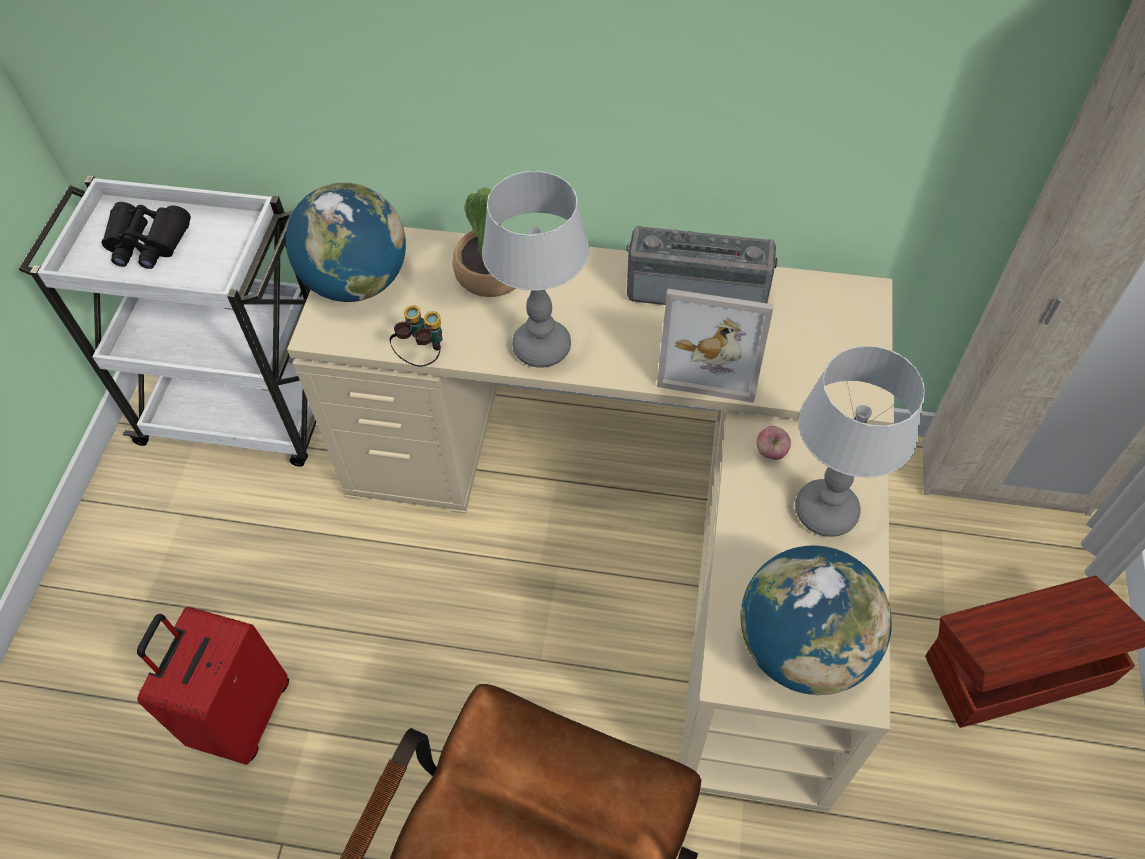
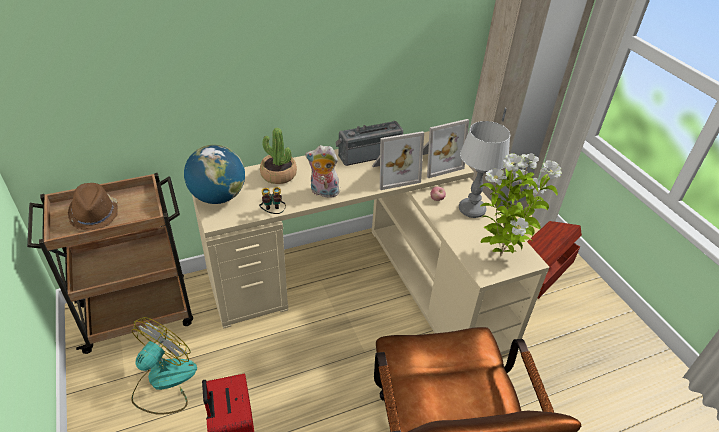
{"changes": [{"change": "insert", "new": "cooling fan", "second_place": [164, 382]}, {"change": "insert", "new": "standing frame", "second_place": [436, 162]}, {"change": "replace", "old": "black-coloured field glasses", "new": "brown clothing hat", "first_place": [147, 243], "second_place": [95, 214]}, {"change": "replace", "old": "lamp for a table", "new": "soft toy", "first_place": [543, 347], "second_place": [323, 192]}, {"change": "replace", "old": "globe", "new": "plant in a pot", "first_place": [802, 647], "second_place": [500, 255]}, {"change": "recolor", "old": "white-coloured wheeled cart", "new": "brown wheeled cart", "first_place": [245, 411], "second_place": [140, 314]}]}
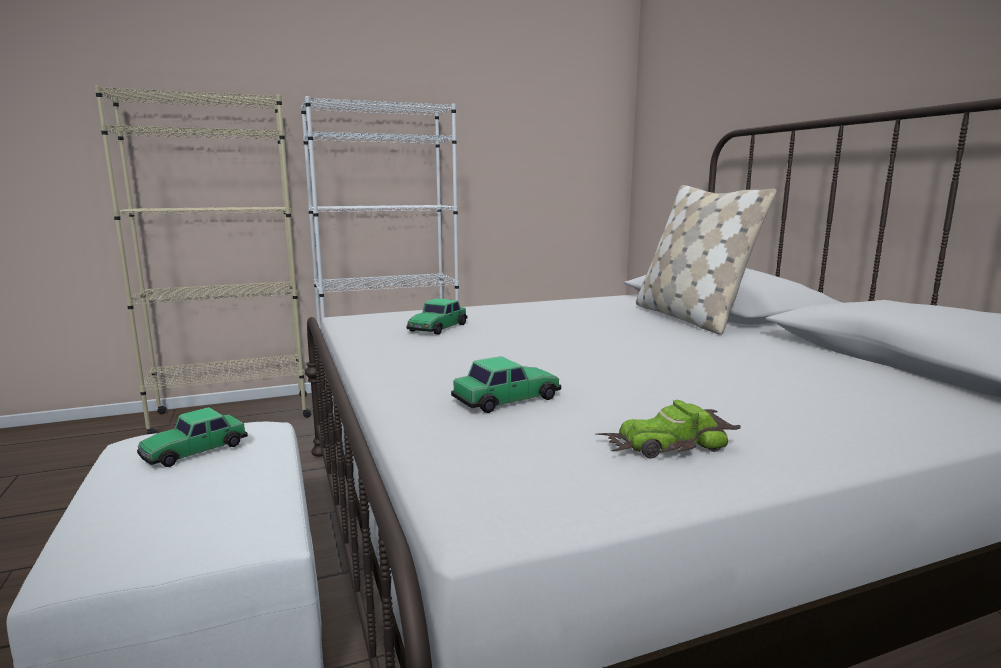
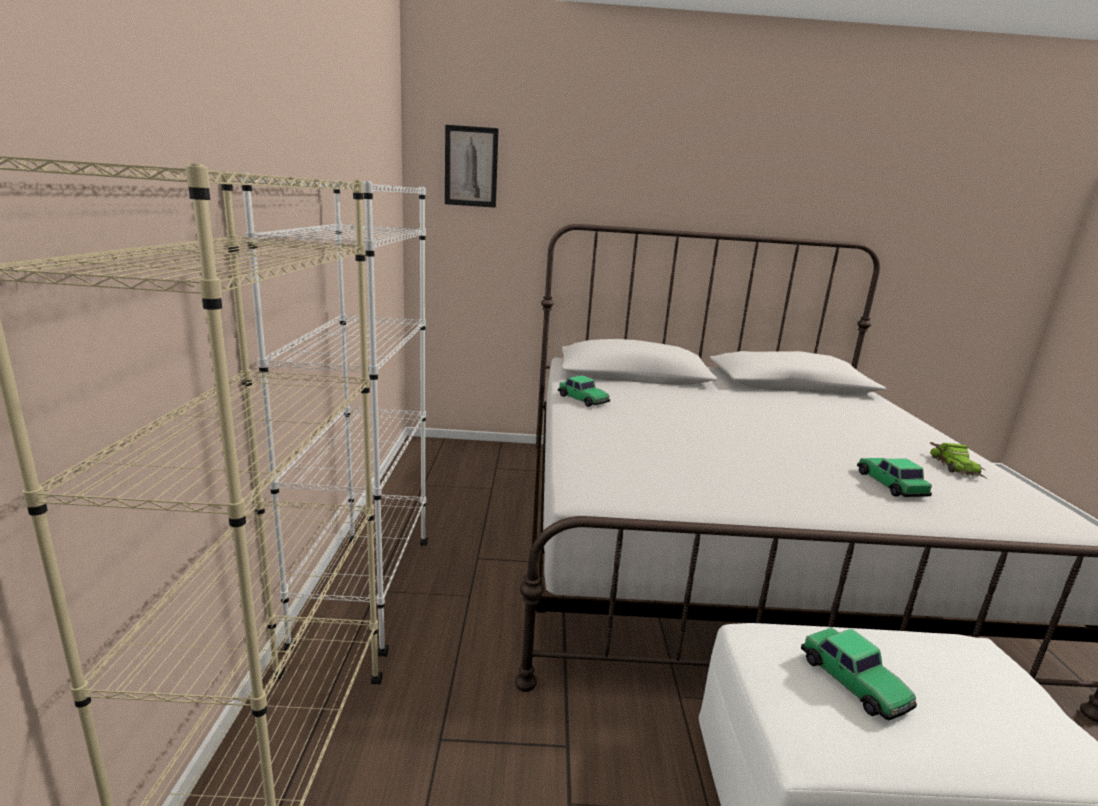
{"changes": [{"change": "delete", "old": "beige throw pillow", "first_place": [689, 318]}, {"change": "insert", "new": "wall picture", "second_place": [471, 167]}, {"change": "move", "old": "toy car", "first_place": [438, 328], "second_place": [583, 399]}]}
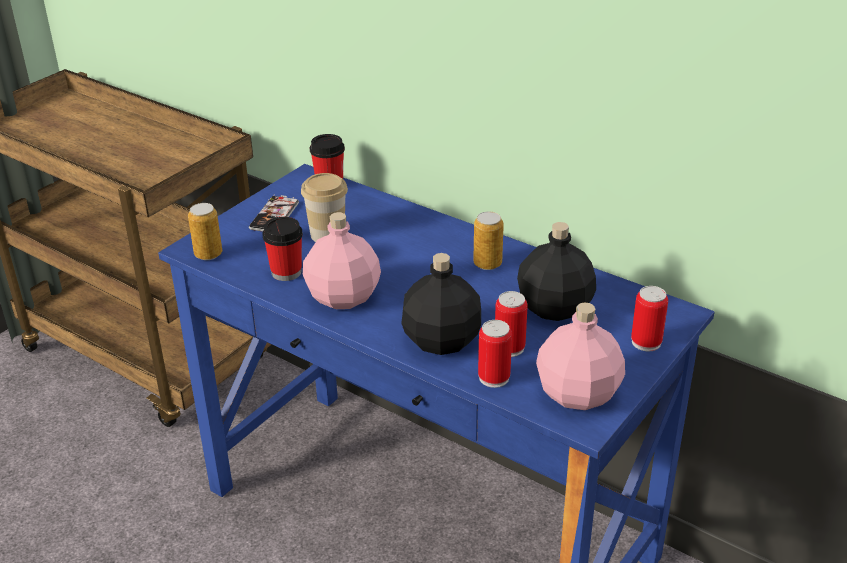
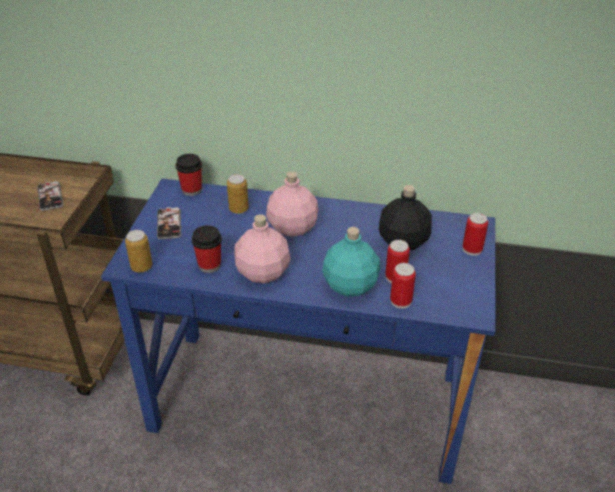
{"changes": [{"change": "delete", "old": "drinking cup", "first_place": [327, 234]}, {"change": "insert", "new": "phone", "second_place": [50, 196]}, {"change": "move", "old": "can", "first_place": [487, 264], "second_place": [238, 209]}, {"change": "move", "old": "pink-coloured drink bottle", "first_place": [578, 394], "second_place": [293, 228]}, {"change": "recolor", "old": "black-coloured drink bottle", "new": "turquoise-coloured drink bottle", "first_place": [441, 340], "second_place": [349, 285]}]}
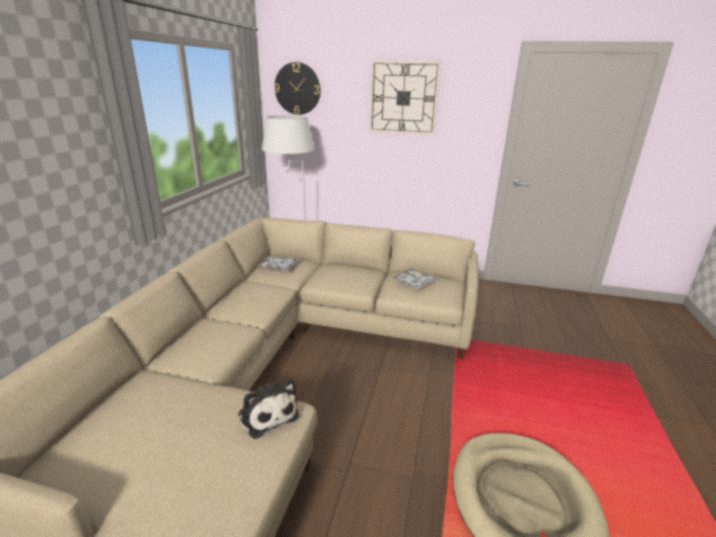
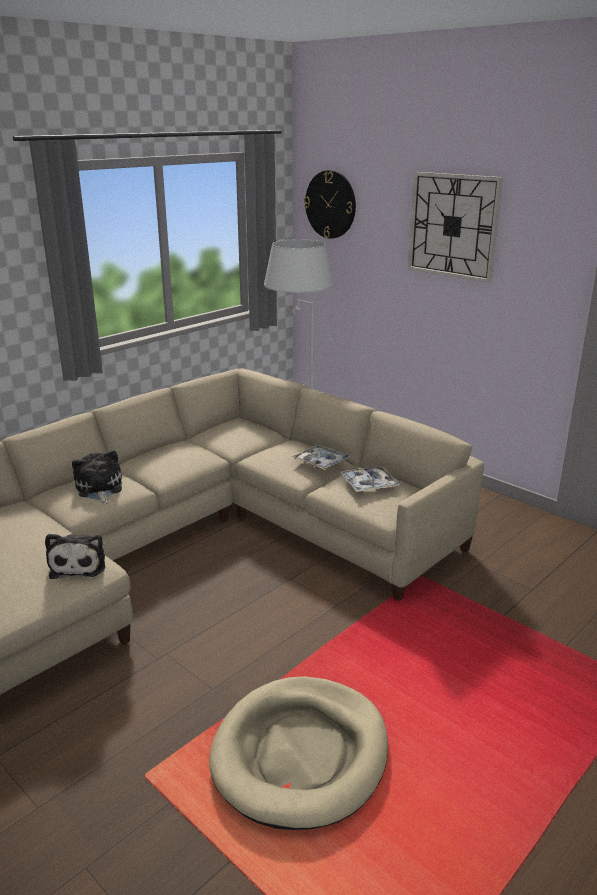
{"changes": [{"change": "insert", "new": "soft toy", "second_place": [99, 489]}, {"change": "move", "old": "serving tray", "first_place": [278, 267], "second_place": [321, 462]}]}
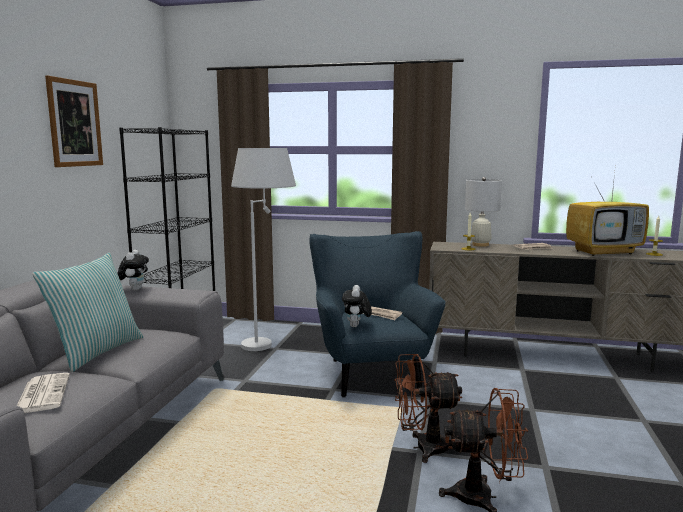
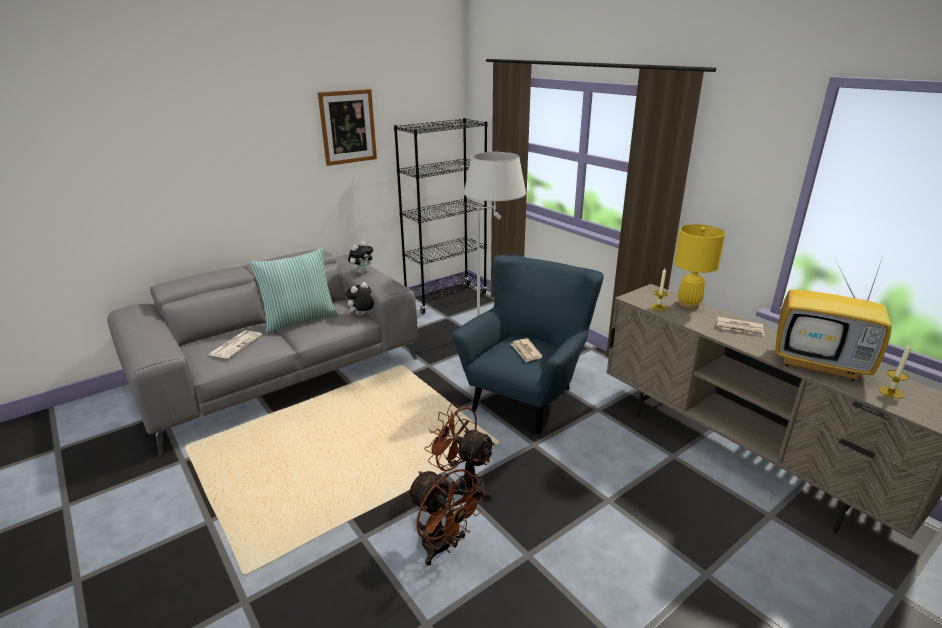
{"changes": [{"change": "move", "old": "soft toy", "first_place": [356, 326], "second_place": [361, 315]}, {"change": "recolor", "old": "white-coloured lamp for a table", "new": "yellow-coloured lamp for a table", "first_place": [480, 245], "second_place": [688, 304]}]}
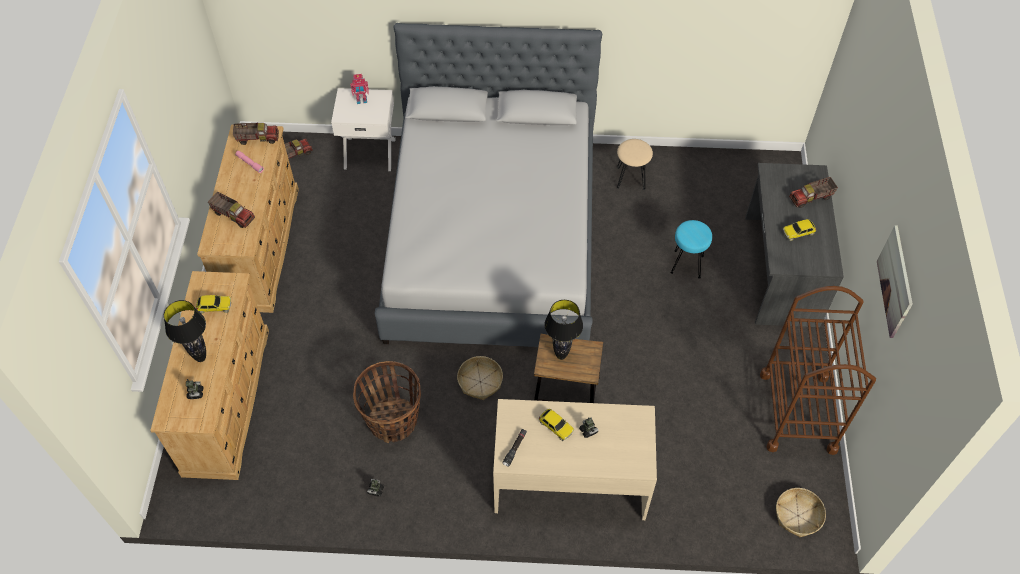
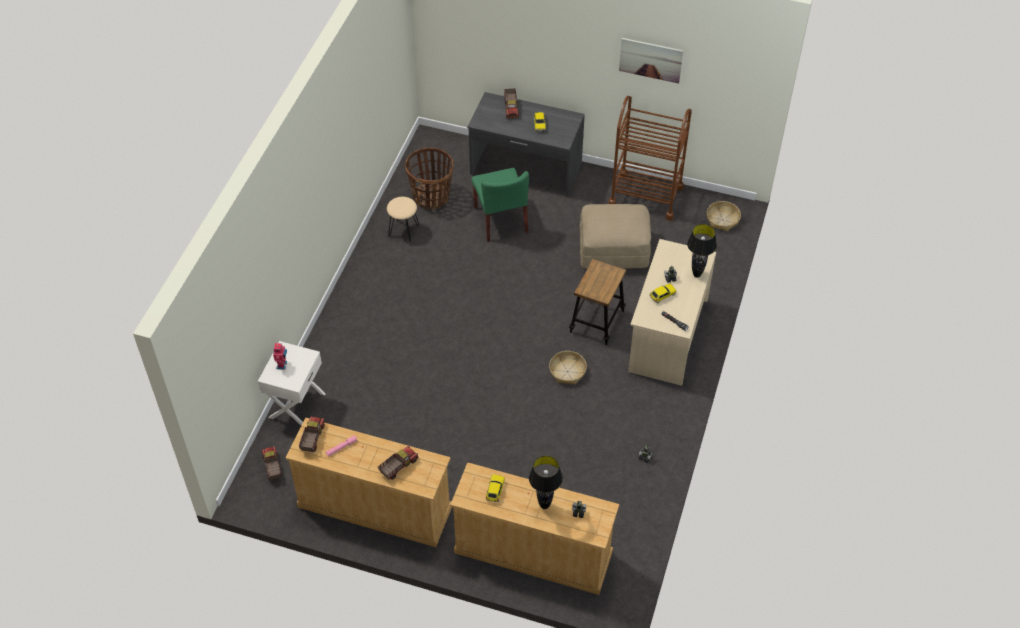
{"changes": [{"change": "delete", "old": "greyish sleeping bed", "first_place": [492, 239]}, {"change": "insert", "new": "beige ottoman", "second_place": [614, 249]}, {"change": "move", "old": "storage basket", "first_place": [393, 421], "second_place": [431, 197]}, {"change": "move", "old": "black-coloured lamp for a table", "first_place": [561, 355], "second_place": [696, 274]}, {"change": "replace", "old": "turquoise-coloured stool", "new": "greenish upright chair", "first_place": [686, 264], "second_place": [501, 220]}]}
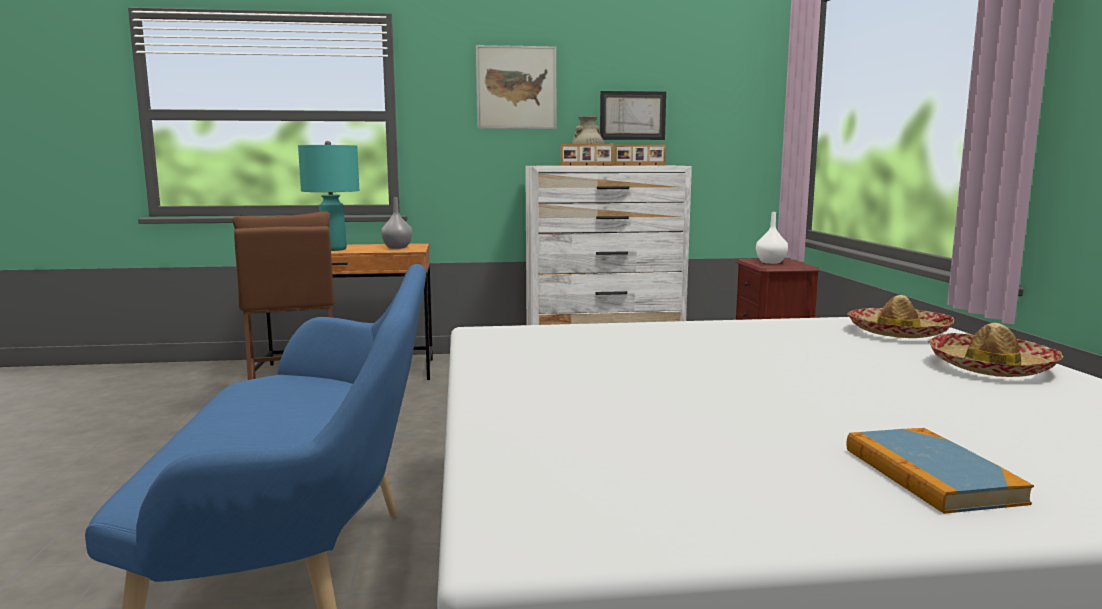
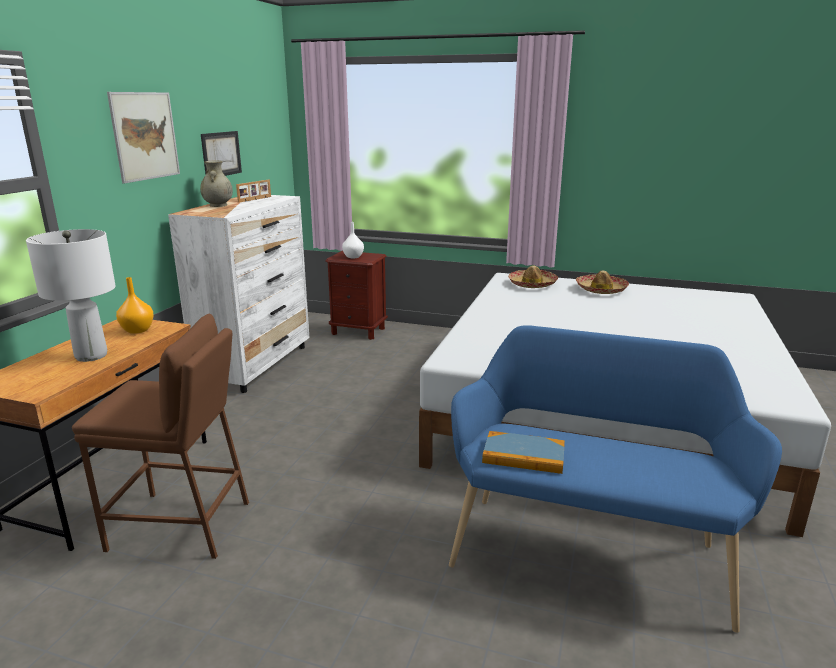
{"changes": [{"change": "delete", "old": "standing frame", "first_place": [586, 165]}, {"change": "move", "old": "volume", "first_place": [930, 475], "second_place": [523, 456]}, {"change": "recolor", "old": "turquoise-coloured lamp for a table", "new": "white-coloured lamp for a table", "first_place": [334, 249], "second_place": [91, 356]}, {"change": "recolor", "old": "greyish vase", "new": "orangey vase", "first_place": [396, 248], "second_place": [138, 330]}]}
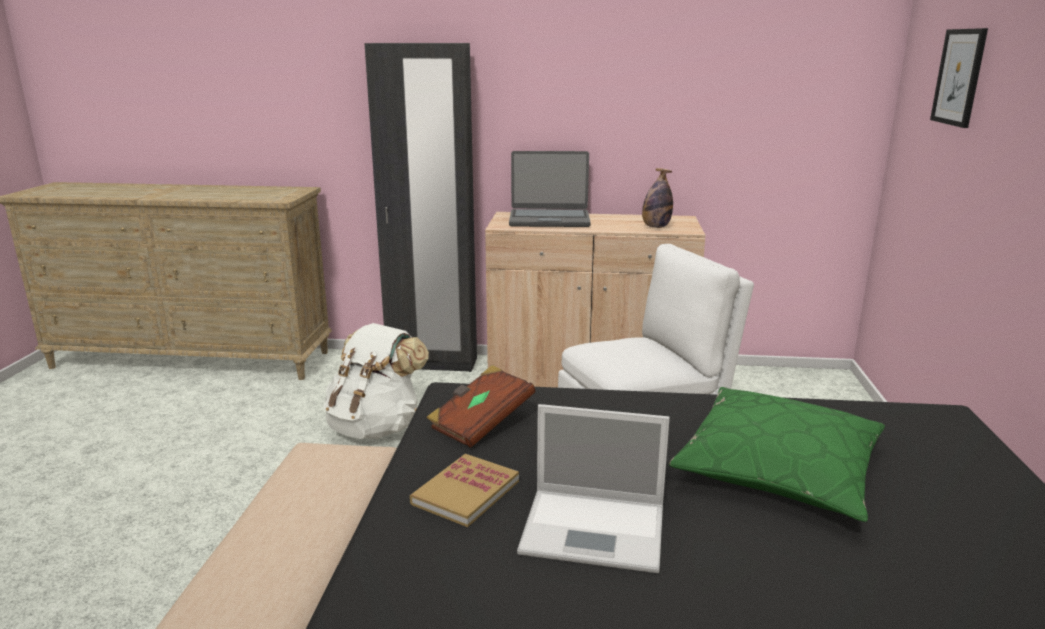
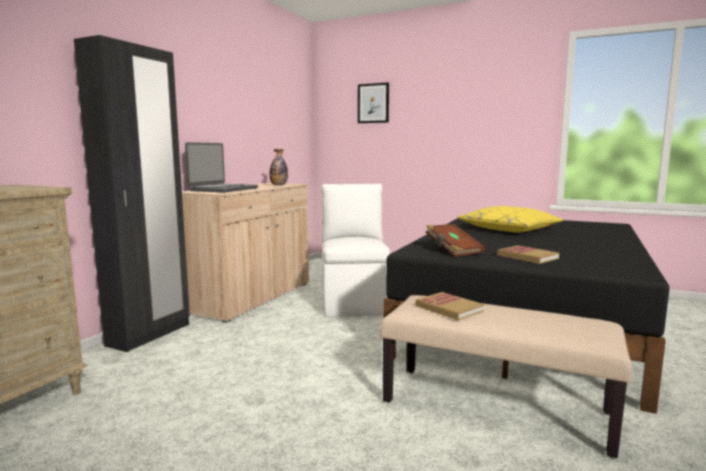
{"changes": [{"change": "delete", "old": "white-coloured knapsack", "first_place": [376, 427]}, {"change": "delete", "old": "notebook computer", "first_place": [596, 530]}, {"change": "insert", "new": "volume", "second_place": [449, 308]}, {"change": "recolor", "old": "greenish throw pillow", "new": "yellow-coloured throw pillow", "first_place": [778, 468], "second_place": [509, 229]}]}
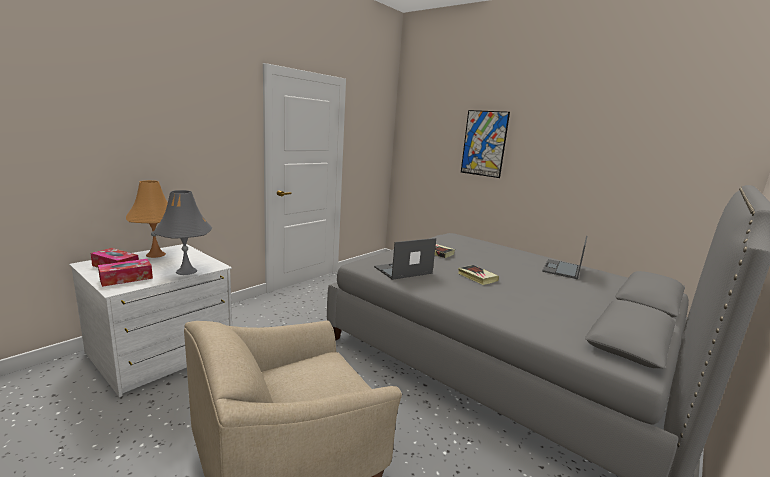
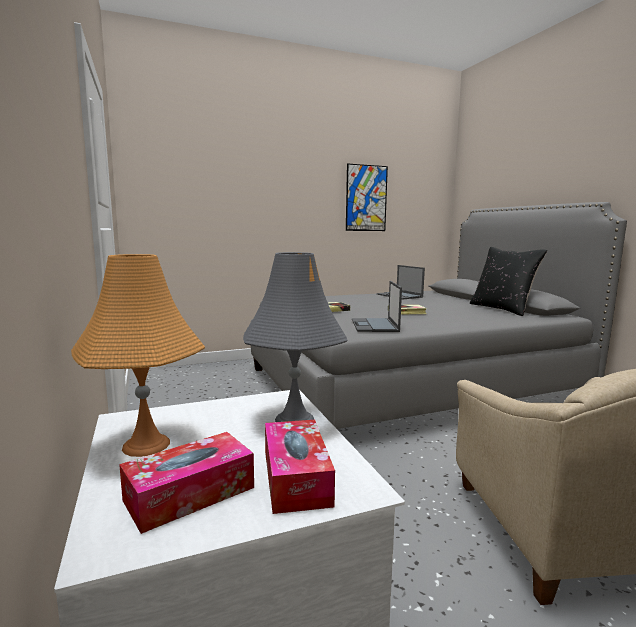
{"changes": [{"change": "insert", "new": "black-coloured throw pillow", "second_place": [502, 309]}, {"change": "move", "old": "wall picture", "first_place": [484, 143], "second_place": [366, 198]}]}
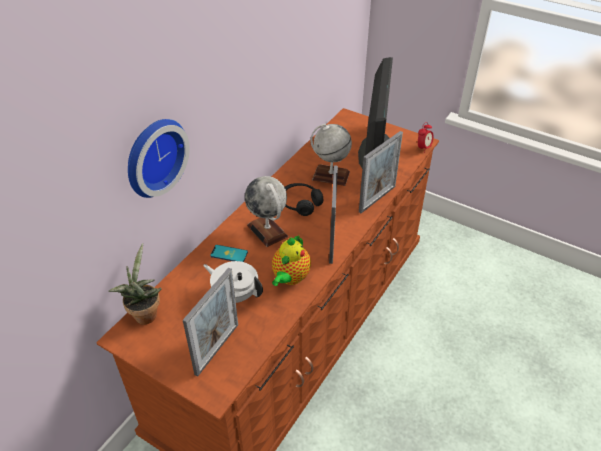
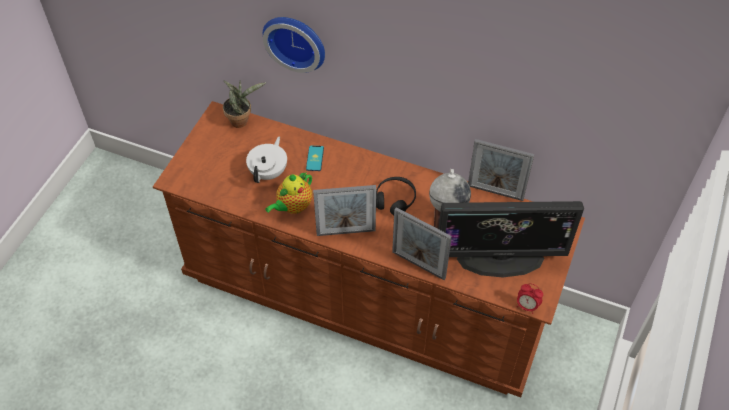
{"changes": [{"change": "delete", "old": "globe", "first_place": [267, 231]}, {"change": "move", "old": "standing frame", "first_place": [217, 349], "second_place": [495, 192]}, {"change": "rotate", "old": "tea pot", "first_place": [290, 278], "second_place": [293, 207], "degrees": -60}]}
